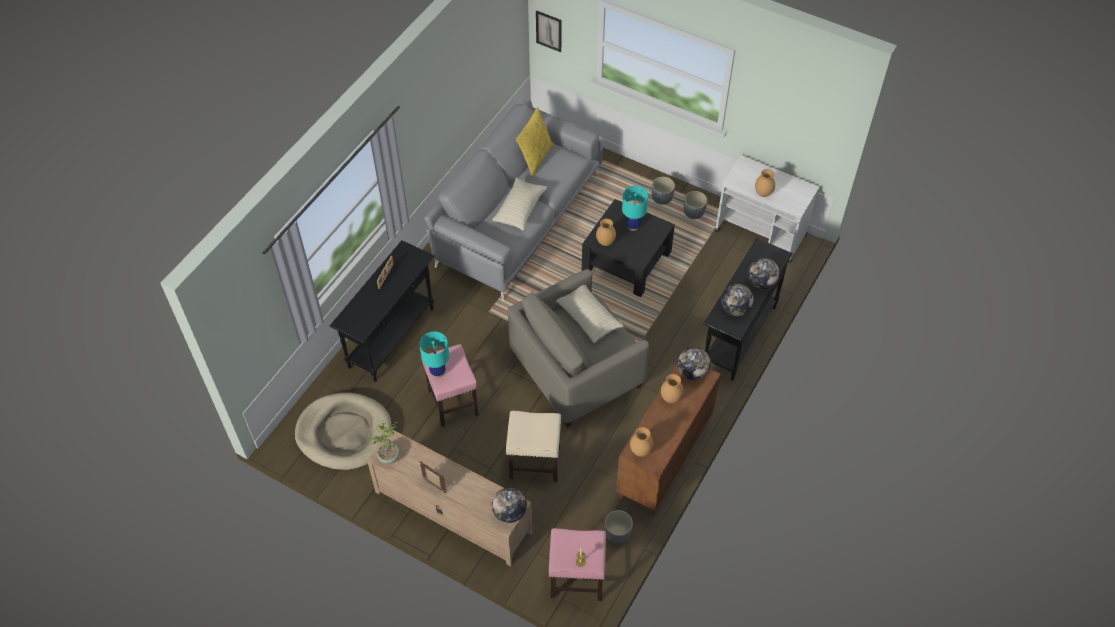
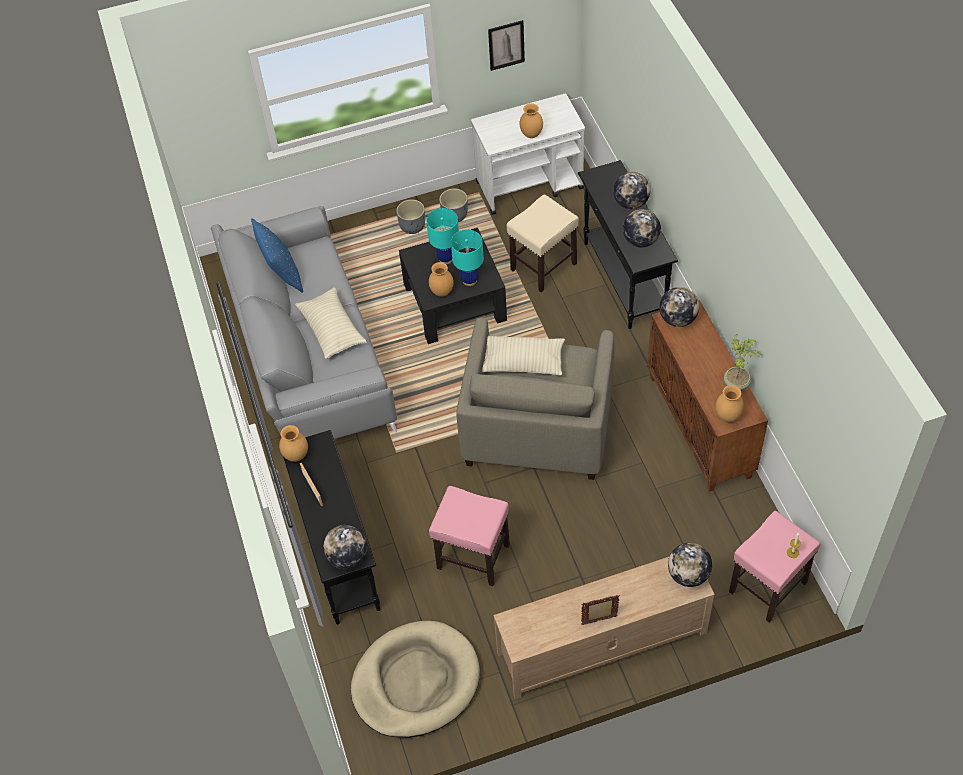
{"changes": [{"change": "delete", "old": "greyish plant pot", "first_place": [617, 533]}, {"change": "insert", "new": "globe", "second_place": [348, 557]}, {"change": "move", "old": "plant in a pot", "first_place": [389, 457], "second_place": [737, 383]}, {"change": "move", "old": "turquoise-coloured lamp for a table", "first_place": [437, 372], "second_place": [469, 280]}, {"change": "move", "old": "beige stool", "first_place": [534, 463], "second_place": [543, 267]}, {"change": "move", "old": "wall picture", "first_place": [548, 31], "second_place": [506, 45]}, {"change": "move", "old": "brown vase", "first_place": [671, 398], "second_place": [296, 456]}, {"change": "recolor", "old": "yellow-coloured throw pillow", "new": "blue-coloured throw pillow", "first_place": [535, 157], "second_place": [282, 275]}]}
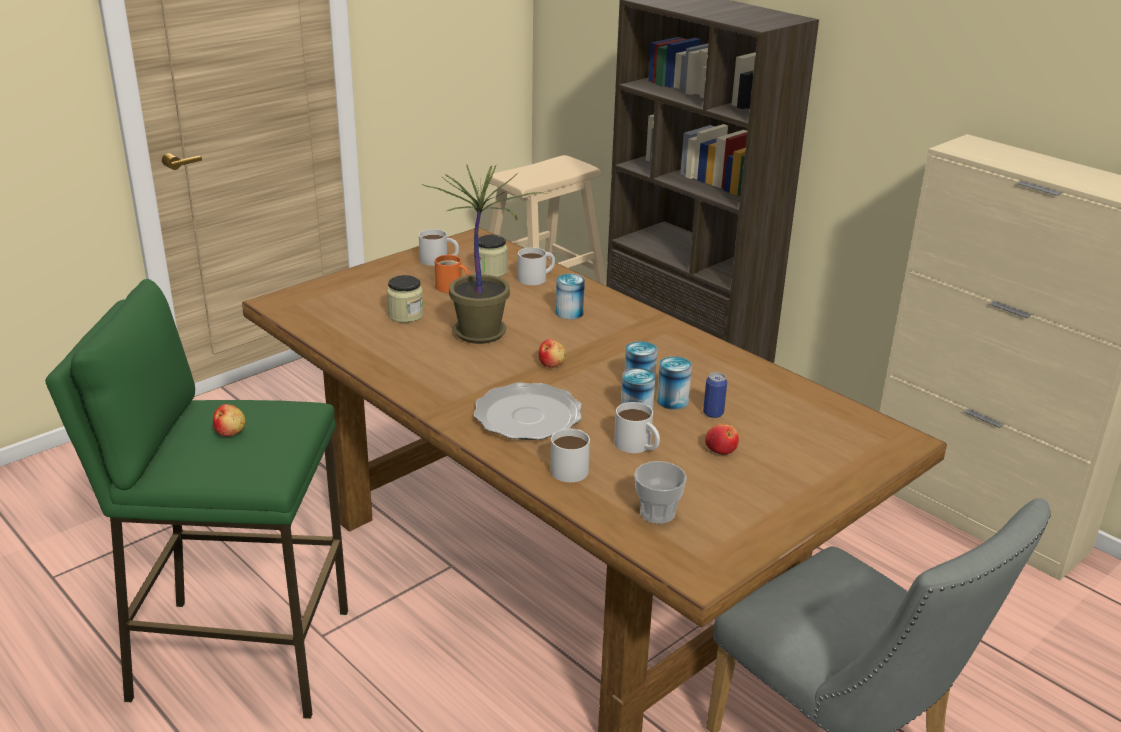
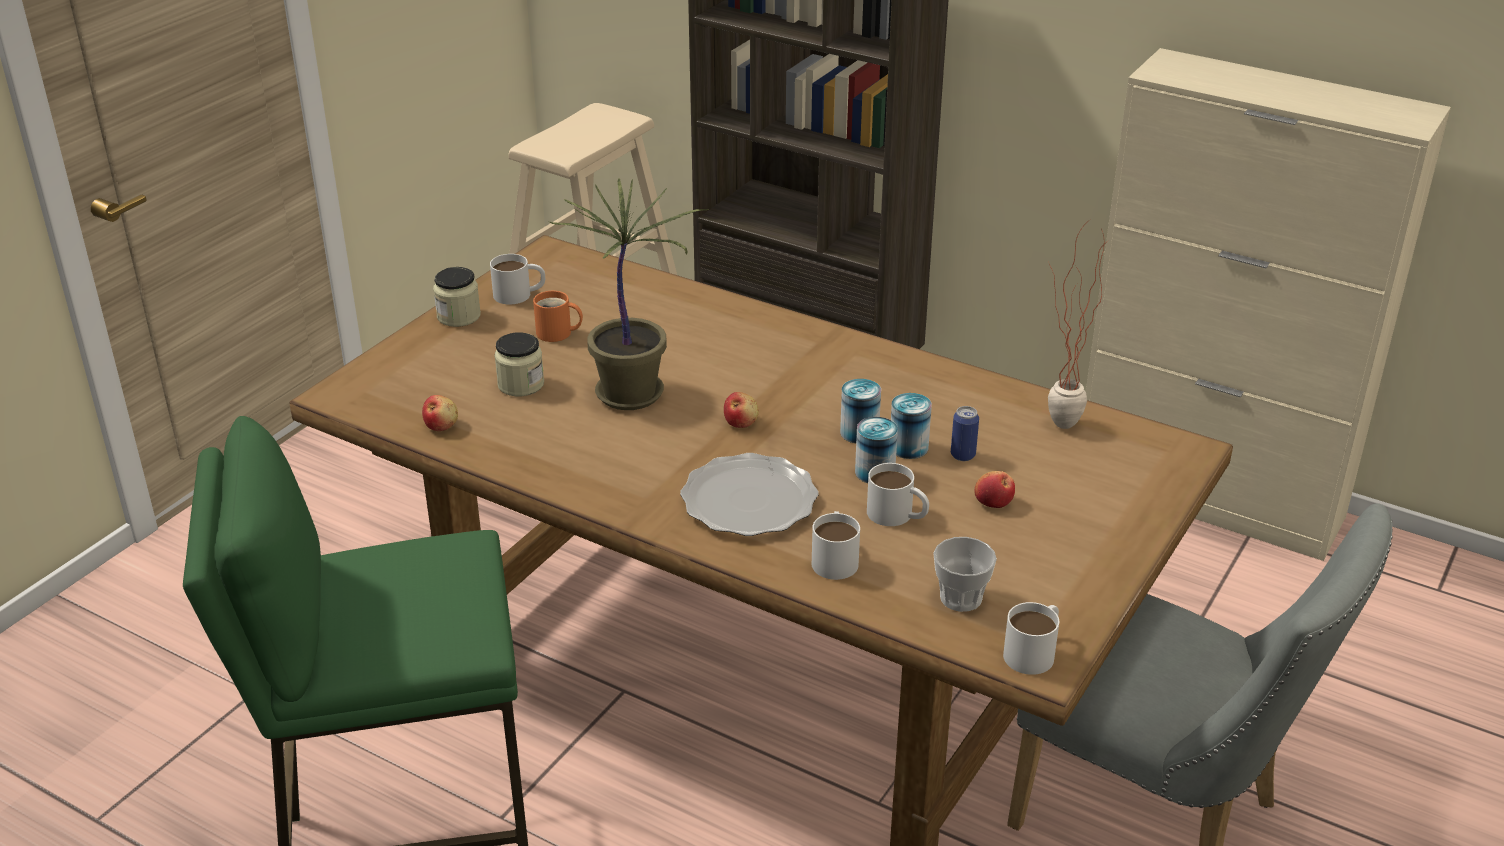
{"changes": [{"change": "delete", "old": "can", "first_place": [569, 313]}, {"change": "insert", "new": "plant in a pot", "second_place": [1056, 429]}, {"change": "move", "old": "whole apple", "first_place": [230, 432], "second_place": [441, 425]}, {"change": "move", "old": "storage jar", "first_place": [491, 271], "second_place": [458, 316]}, {"change": "move", "old": "white-coloured coffee mug", "first_place": [537, 277], "second_place": [1034, 651]}]}
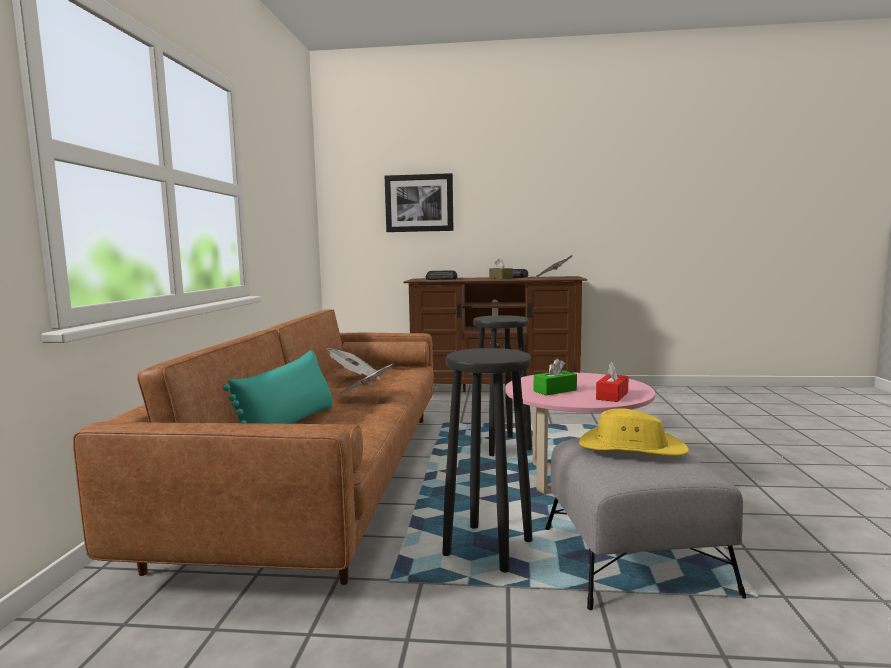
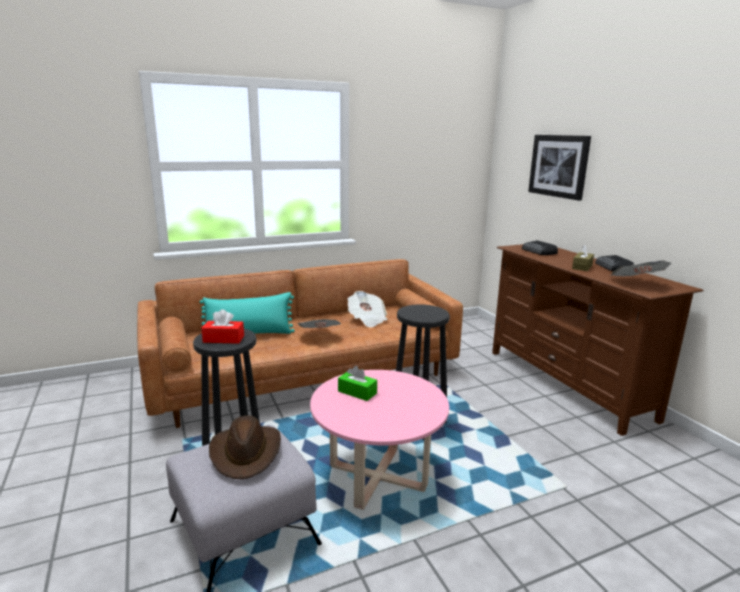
{"changes": [{"change": "move", "old": "red-coloured tissue holder", "first_place": [612, 396], "second_place": [223, 339]}, {"change": "recolor", "old": "yellow-coloured clothing hat", "new": "brown clothing hat", "first_place": [631, 448], "second_place": [246, 452]}]}
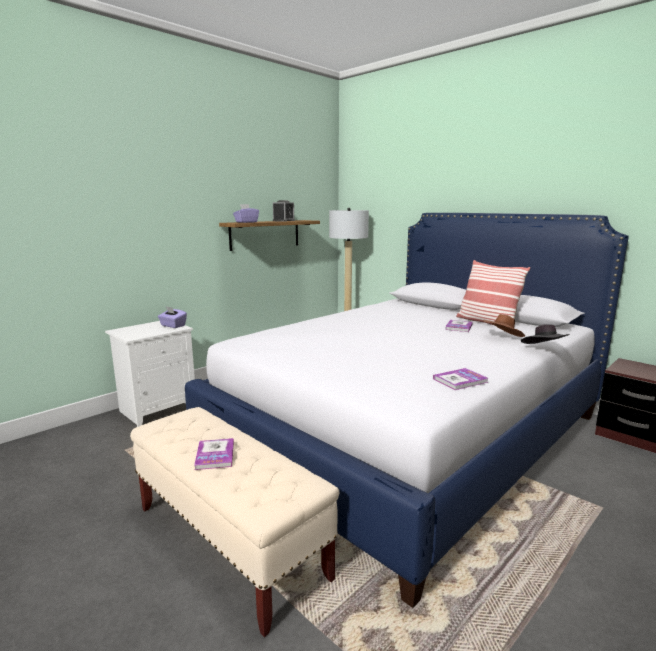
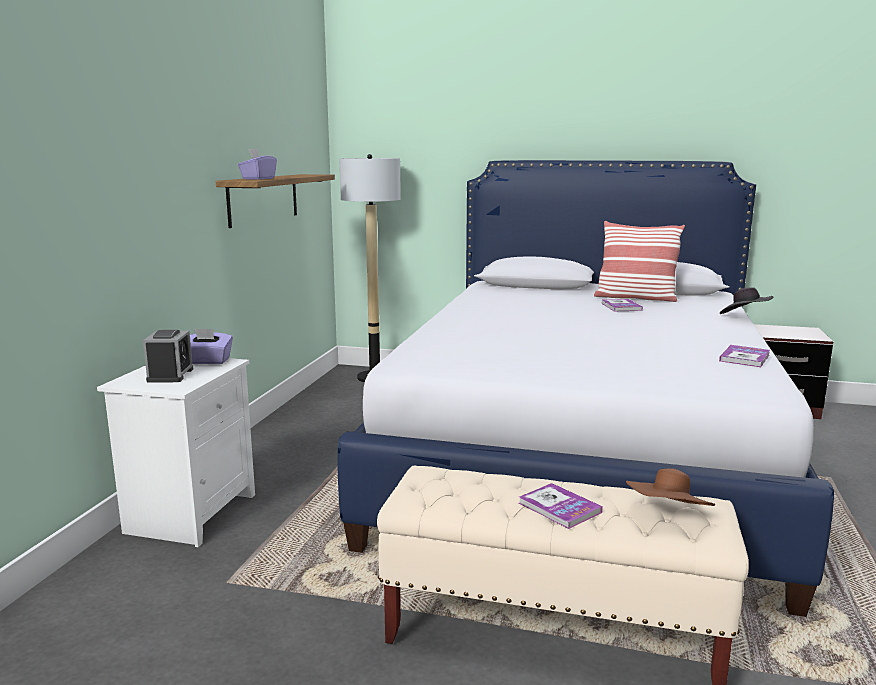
{"changes": [{"change": "move", "old": "alarm clock", "first_place": [283, 221], "second_place": [170, 375]}, {"change": "move", "old": "brown clothing hat", "first_place": [502, 338], "second_place": [668, 516]}]}
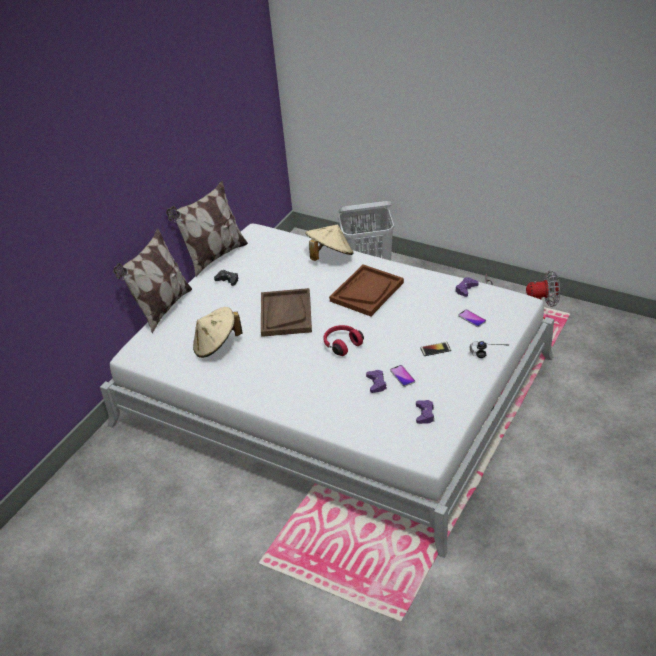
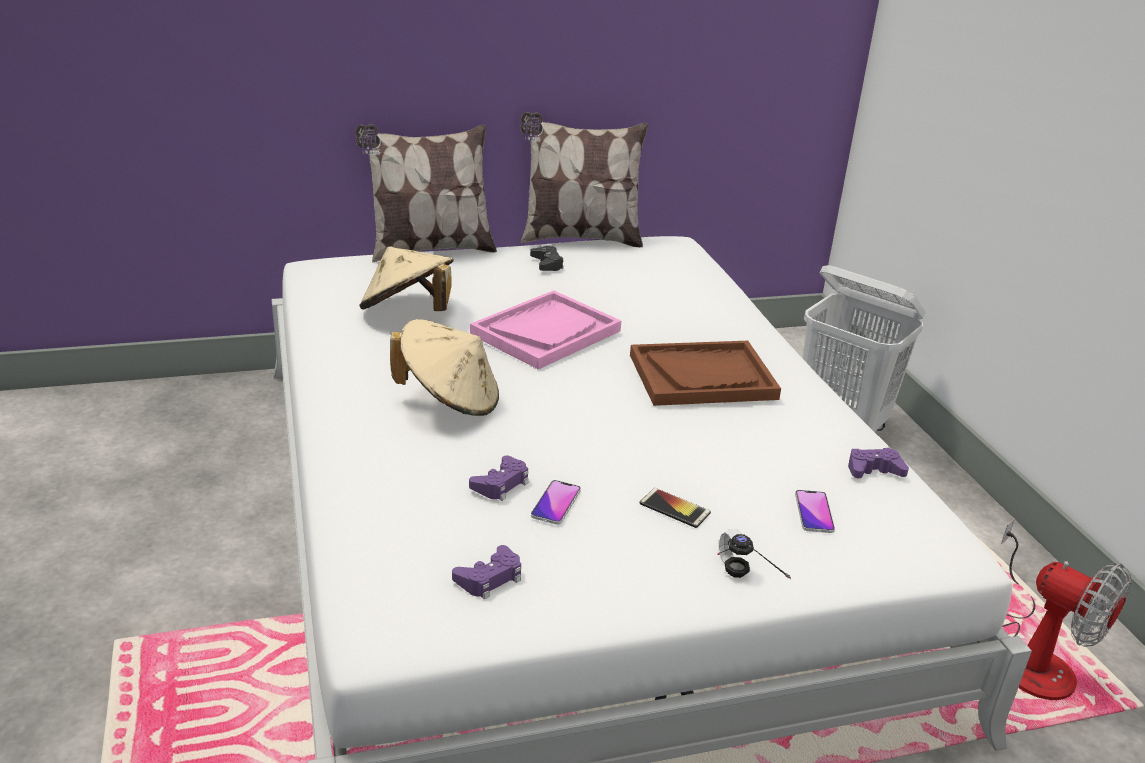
{"changes": [{"change": "delete", "old": "red-coloured headphones", "first_place": [342, 344]}, {"change": "move", "old": "beige clothing hat", "first_place": [330, 256], "second_place": [449, 400]}, {"change": "recolor", "old": "brown serving tray", "new": "pink-coloured serving tray", "first_place": [286, 314], "second_place": [546, 332]}]}
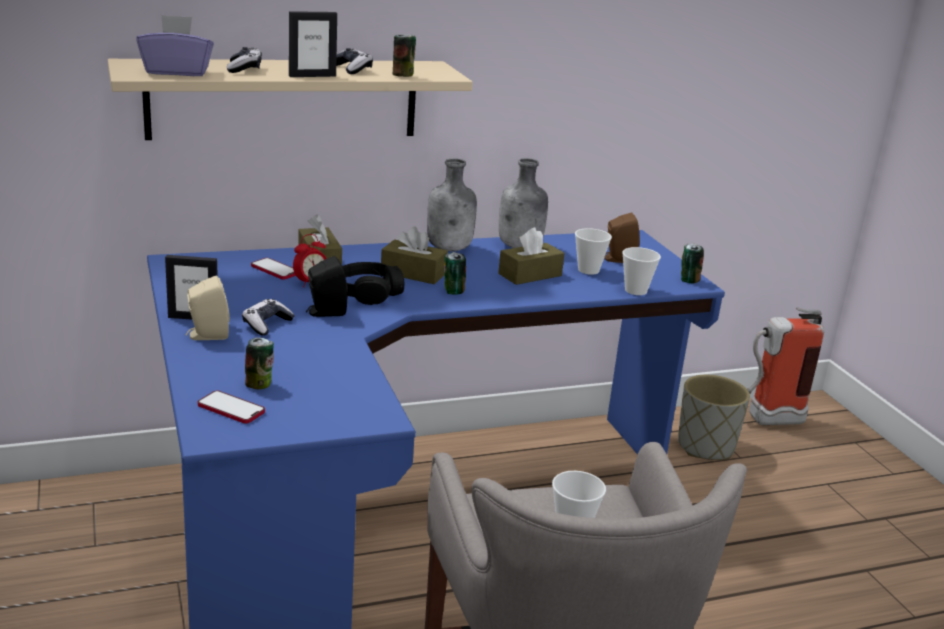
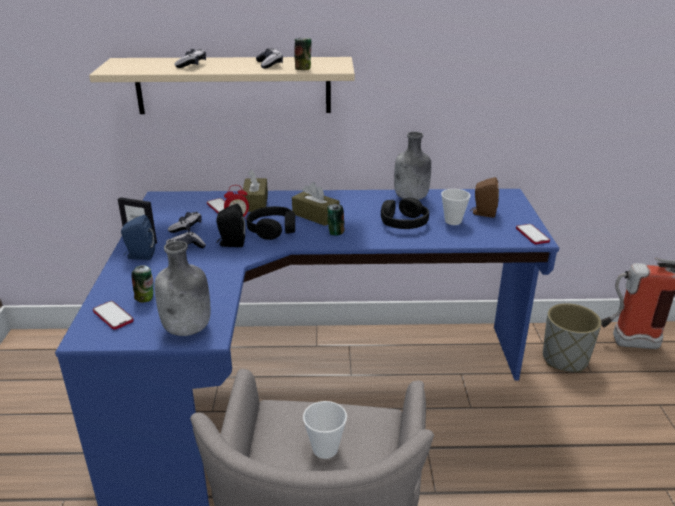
{"changes": [{"change": "delete", "old": "purple tissue holder", "first_place": [177, 72]}, {"change": "delete", "old": "standing frame", "first_place": [312, 76]}, {"change": "delete", "old": "drinking cup", "first_place": [635, 290]}, {"change": "insert", "new": "game controller", "second_place": [186, 227]}, {"change": "move", "old": "greyish drink bottle", "first_place": [450, 248], "second_place": [188, 329]}, {"change": "replace", "old": "brown tissue holder", "new": "black-coloured headphones", "first_place": [530, 275], "second_place": [403, 222]}, {"change": "replace", "old": "can", "new": "phone", "first_place": [688, 280], "second_place": [532, 235]}, {"change": "recolor", "old": "beige audio speaker", "new": "blue-coloured audio speaker", "first_place": [207, 335], "second_place": [139, 256]}]}
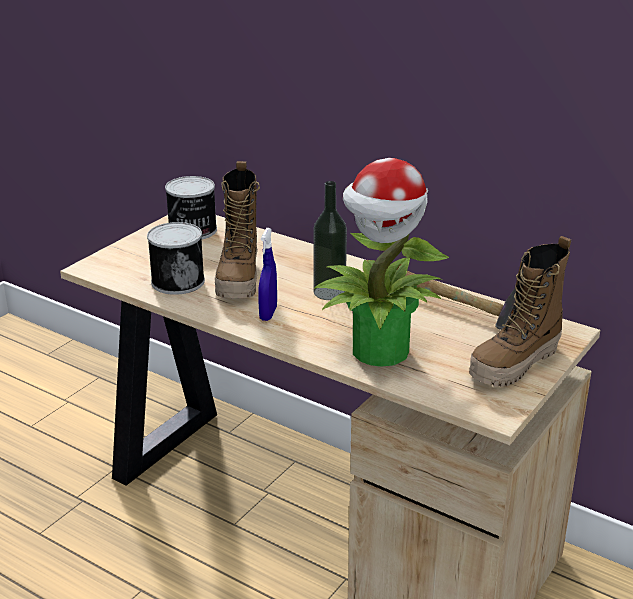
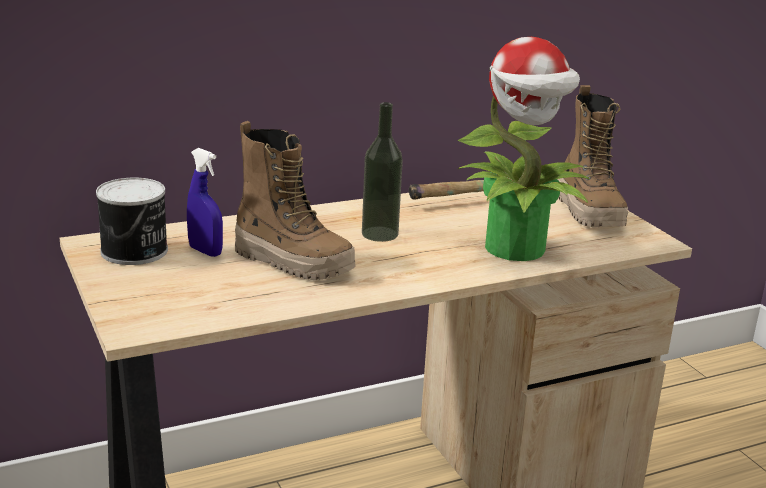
{"changes": [{"change": "delete", "old": "can", "first_place": [178, 281]}, {"change": "move", "old": "blue-coloured hand sprayer", "first_place": [268, 314], "second_place": [205, 251]}]}
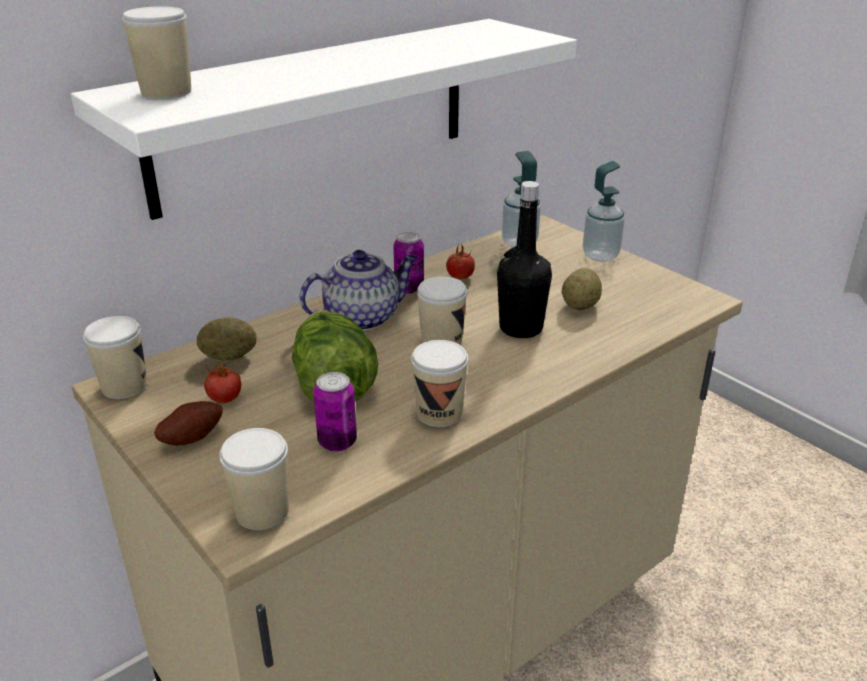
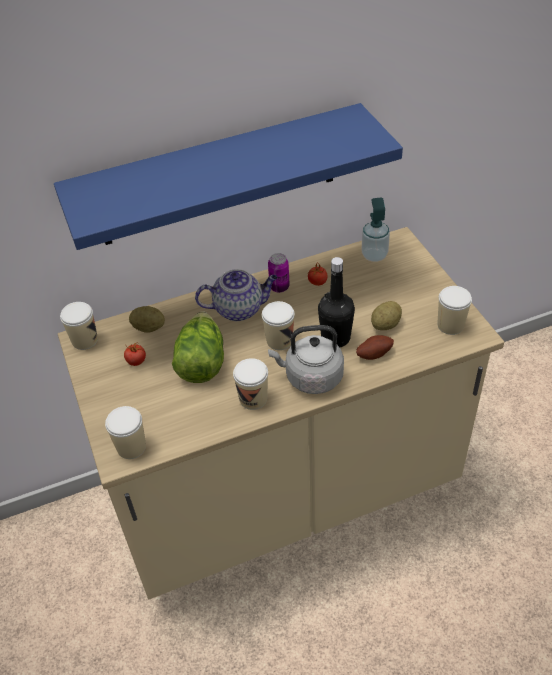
{"changes": [{"change": "delete", "old": "can", "first_place": [337, 442]}, {"change": "delete", "old": "soap bottle", "first_place": [600, 255]}, {"change": "insert", "new": "greyish kettle", "second_place": [311, 377]}, {"change": "move", "old": "drinking cup", "first_place": [166, 92], "second_place": [450, 325]}, {"change": "move", "old": "potato", "first_place": [191, 437], "second_place": [373, 354]}, {"change": "recolor", "old": "white-coloured bracket shelf", "new": "blue-coloured bracket shelf", "first_place": [315, 113], "second_place": [218, 176]}]}
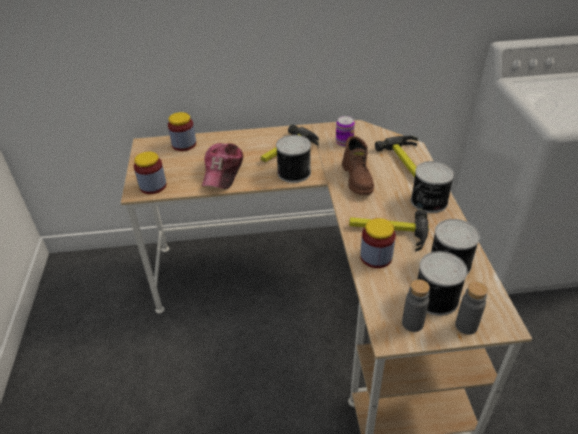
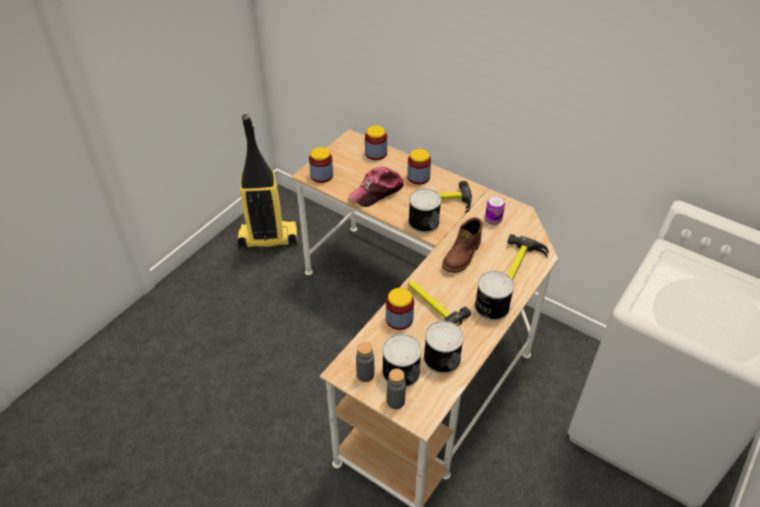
{"changes": [{"change": "insert", "new": "hoover", "second_place": [268, 239]}, {"change": "insert", "new": "storage jar", "second_place": [418, 177]}]}
